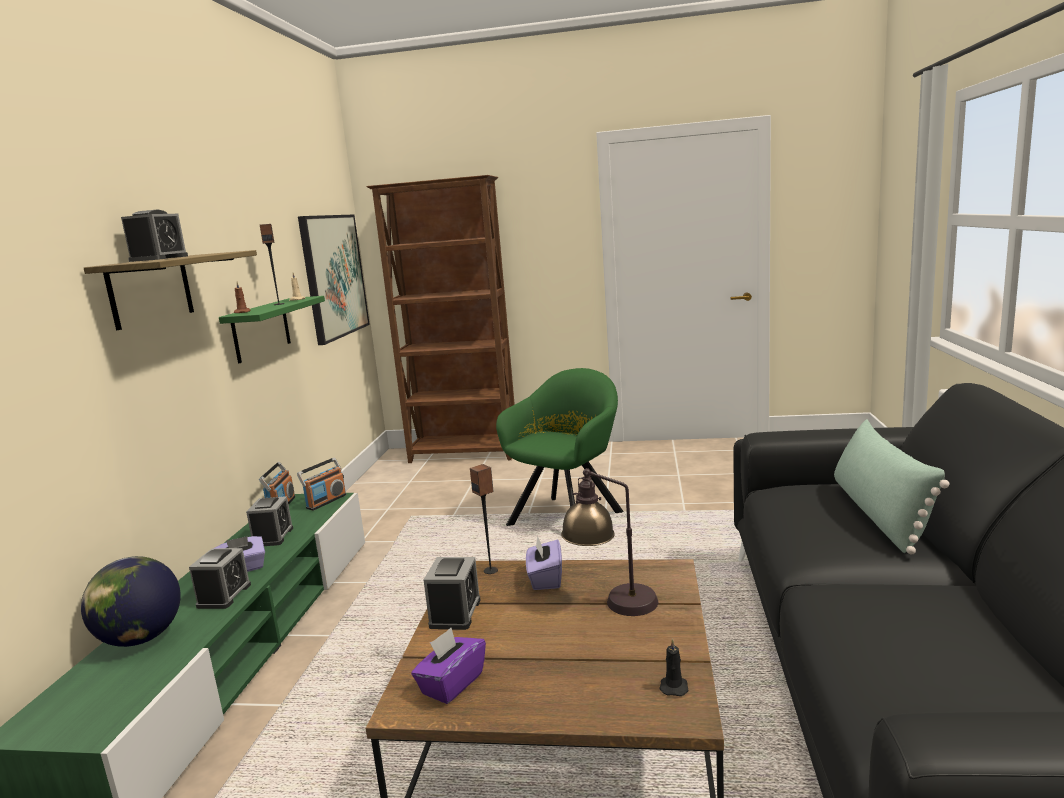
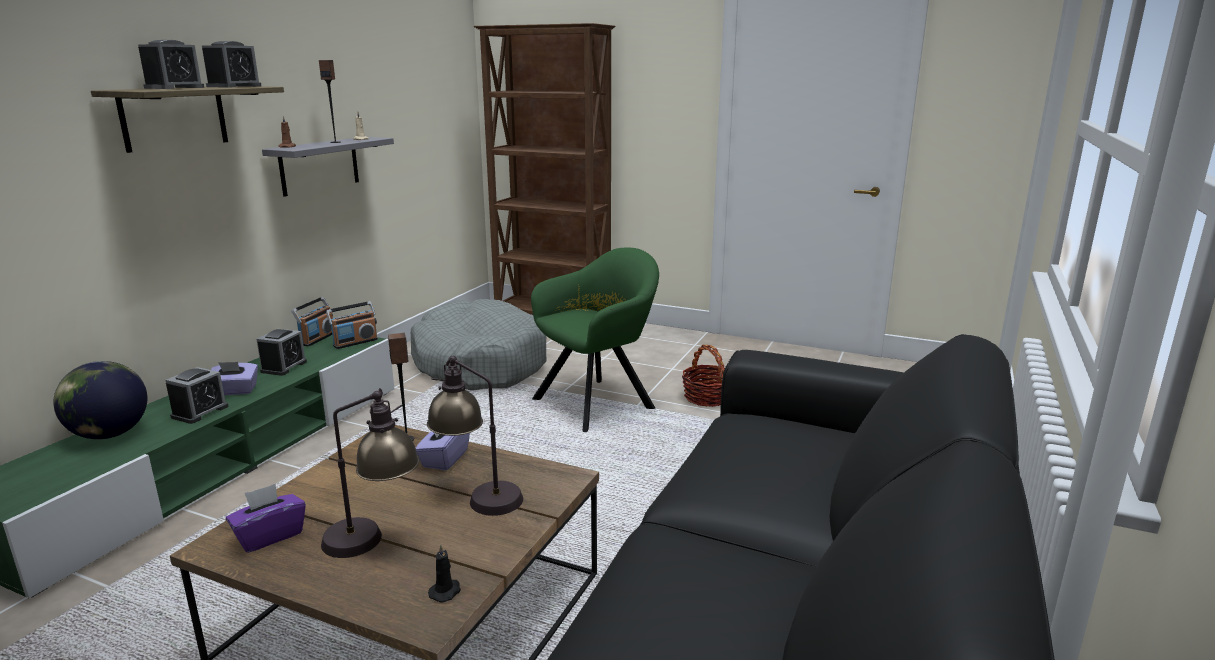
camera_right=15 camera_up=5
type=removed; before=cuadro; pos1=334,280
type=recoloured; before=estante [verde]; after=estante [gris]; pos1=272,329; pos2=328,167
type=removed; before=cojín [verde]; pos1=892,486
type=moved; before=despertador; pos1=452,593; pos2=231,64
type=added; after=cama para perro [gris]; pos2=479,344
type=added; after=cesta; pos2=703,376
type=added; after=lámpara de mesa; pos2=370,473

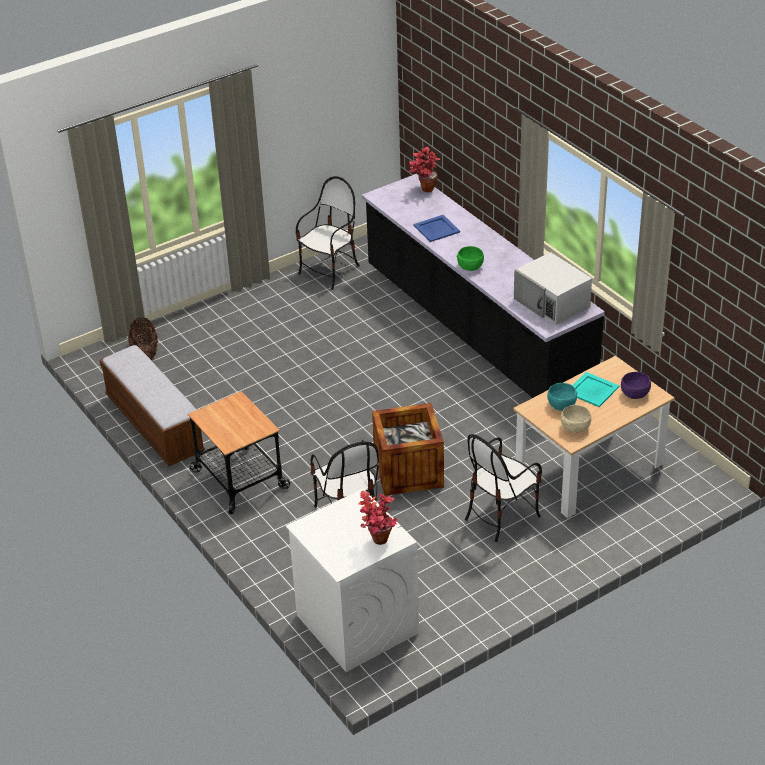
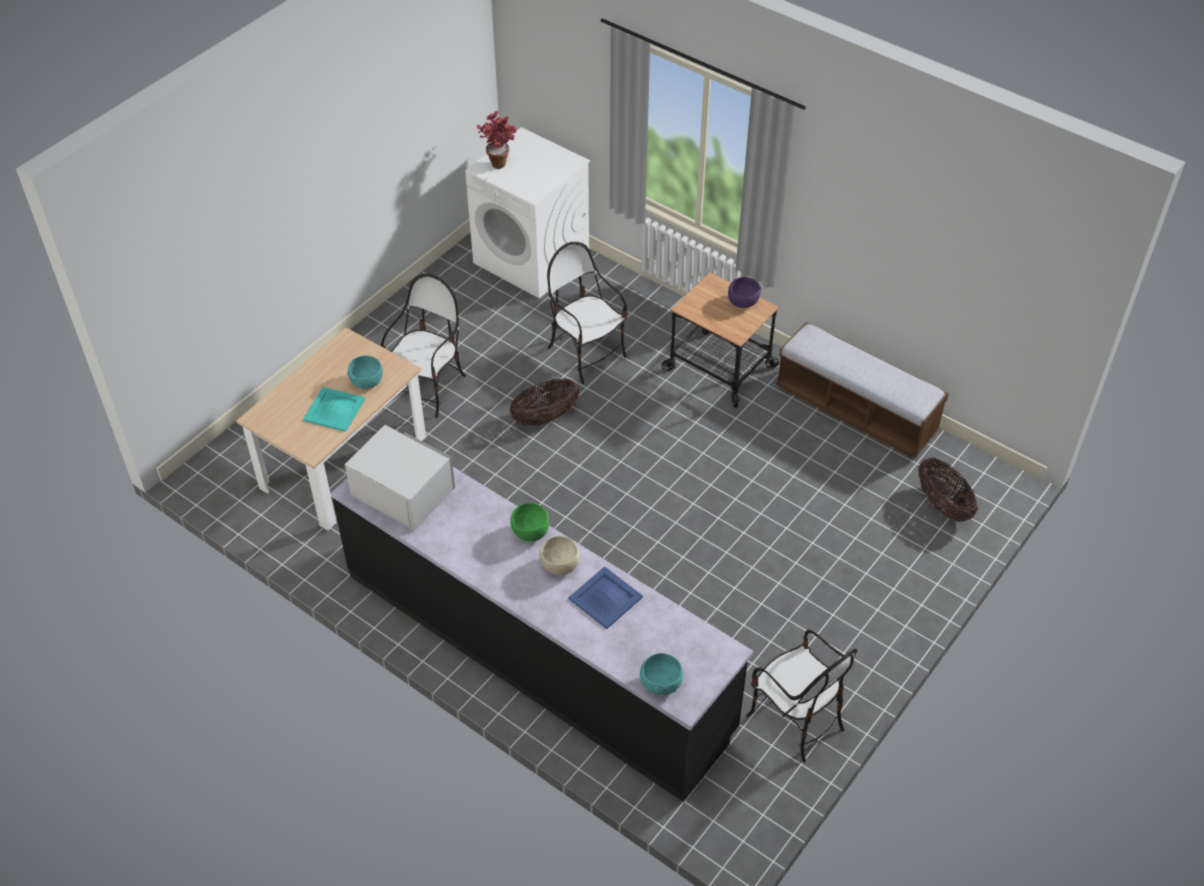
camera_right=160 camera_up=10
type=replaced; before=planta en maceta; after=cuenco [turquesa]; pos1=424,169; pos2=661,674
type=turned; before=silla; pos1=328,233; pos2=801,696; turn=-60
type=moved; before=cuenco [morado]; pos1=636,385; pos2=744,292
type=replaced; before=caja de embalaje; after=cesta; pos1=408,449; pos2=544,402
type=moved; before=cuenco [beis]; pos1=576,419; pos2=560,555

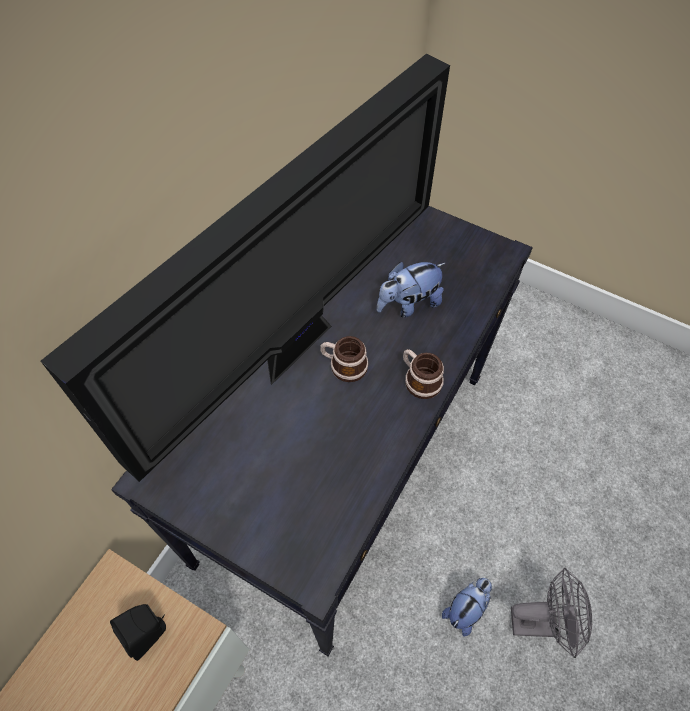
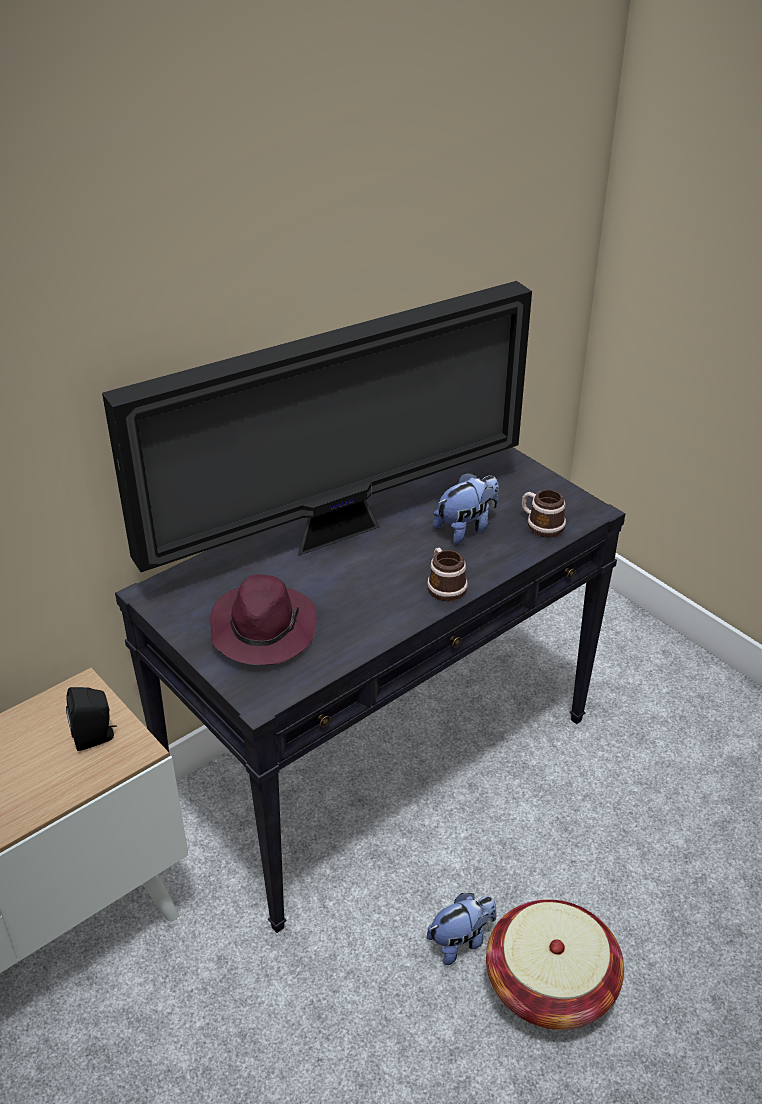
camera_right=20 camera_up=-20
type=turned; before=peluche; pos1=411,290; pos2=466,509; turn=150
type=moved; before=taza grande; pos1=344,359; pos2=544,514
type=replaced; before=ventilador [gris]; after=cesta; pos1=551,613; pos2=555,964
type=added; after=sombrero [morado]; pos2=263,619

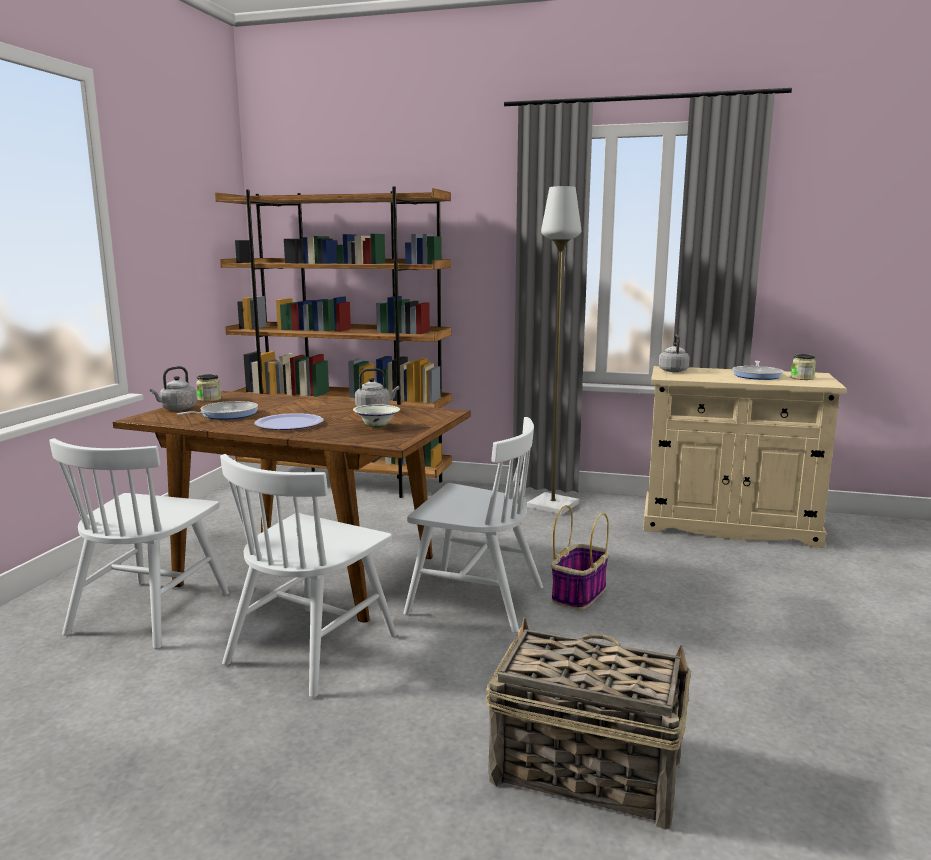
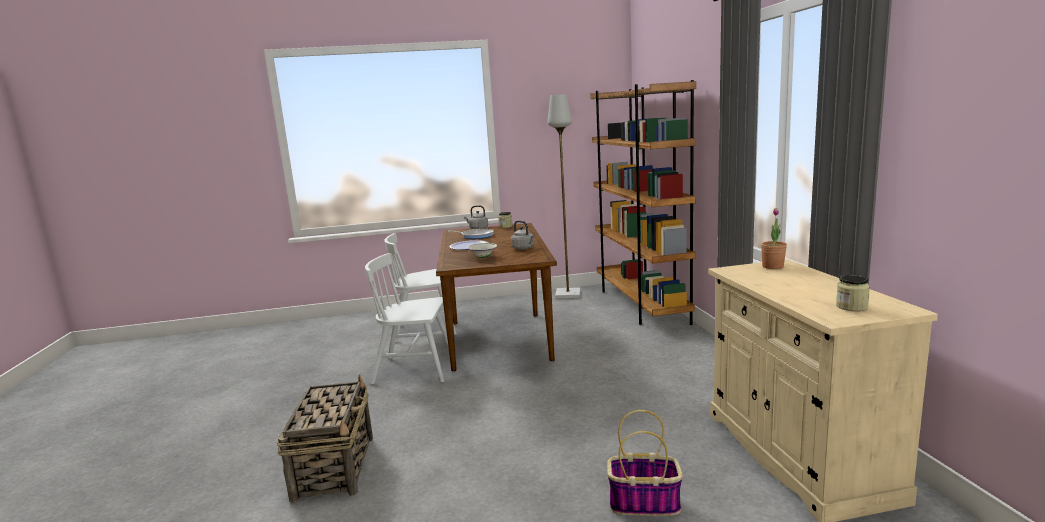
camera_right=65 camera_up=0
type=moved; before=lámpara de pie [gris]; pos1=554,350; pos2=564,196
type=replaced; before=hervidor [gris]; after=planta en maceta; pos1=674,353; pos2=774,238
type=removed; before=sartén; pos1=757,370
type=removed; before=silla [blanco]; pos1=473,525
type=moved; before=cesta; pos1=580,557; pos2=645,463

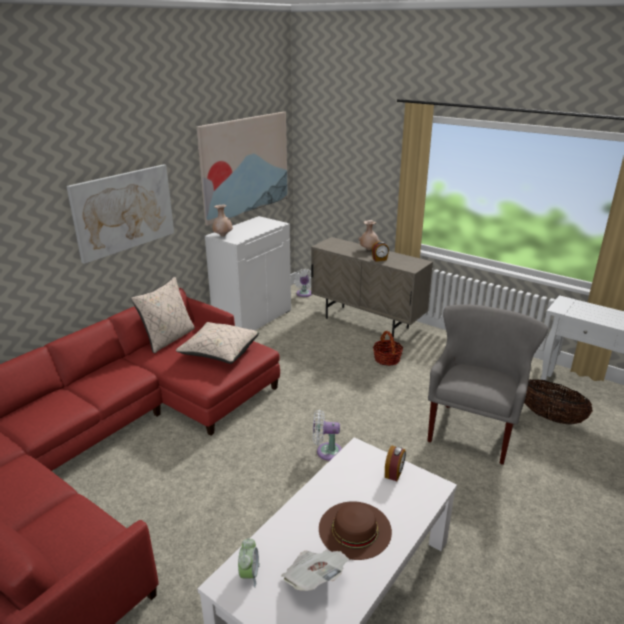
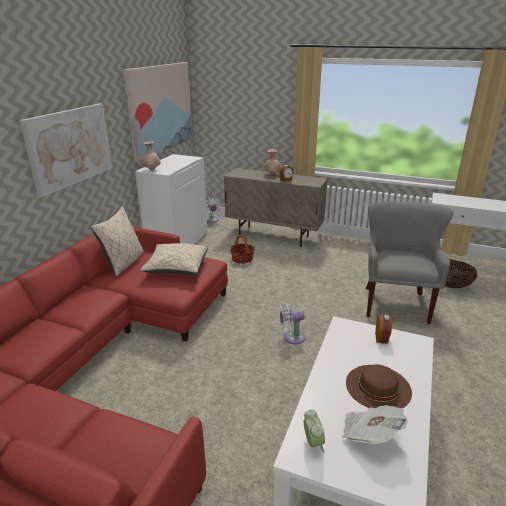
camera_right=-15 camera_up=0
type=moved; before=cesta; pos1=388,348; pos2=242,249

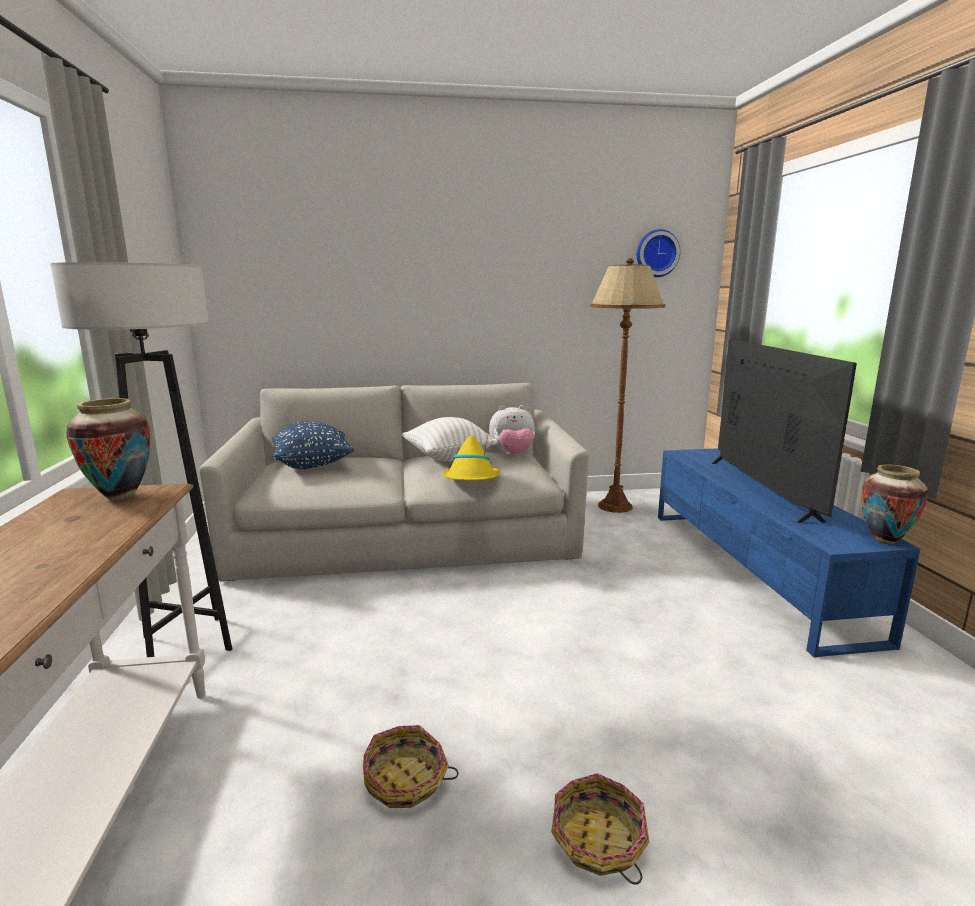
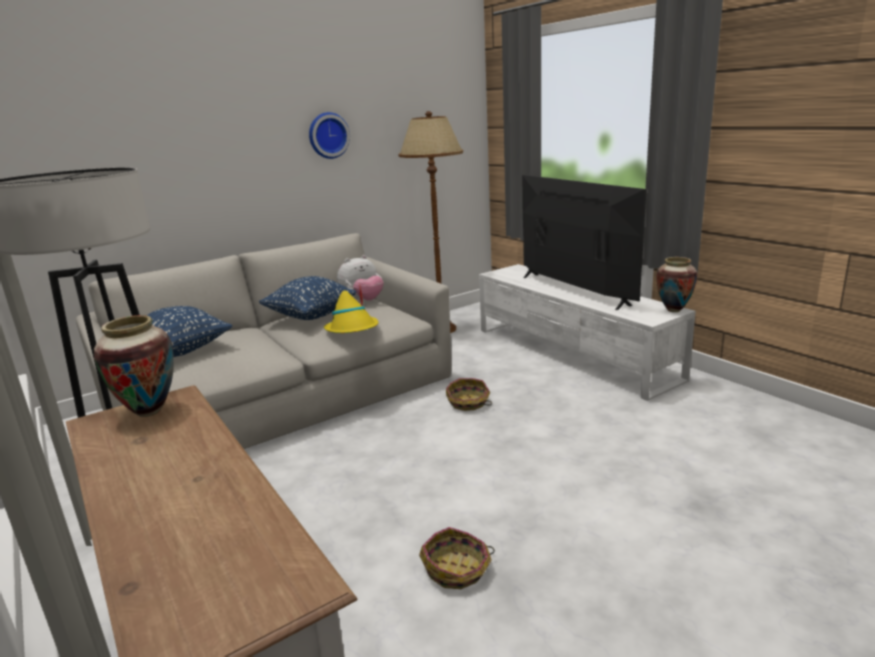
camera_right=-25 camera_up=5
type=moved; before=reloj de pared; pos1=658,253; pos2=329,135
type=recoloured; before=cojín [blanco]; after=cojín [azul]; pos1=450,439; pos2=308,298
type=recoloured; before=mueble de televisión [azul]; after=mueble de televisión [blanco]; pos1=789,553; pos2=587,332
type=moved; before=cesta; pos1=600,829; pos2=469,394

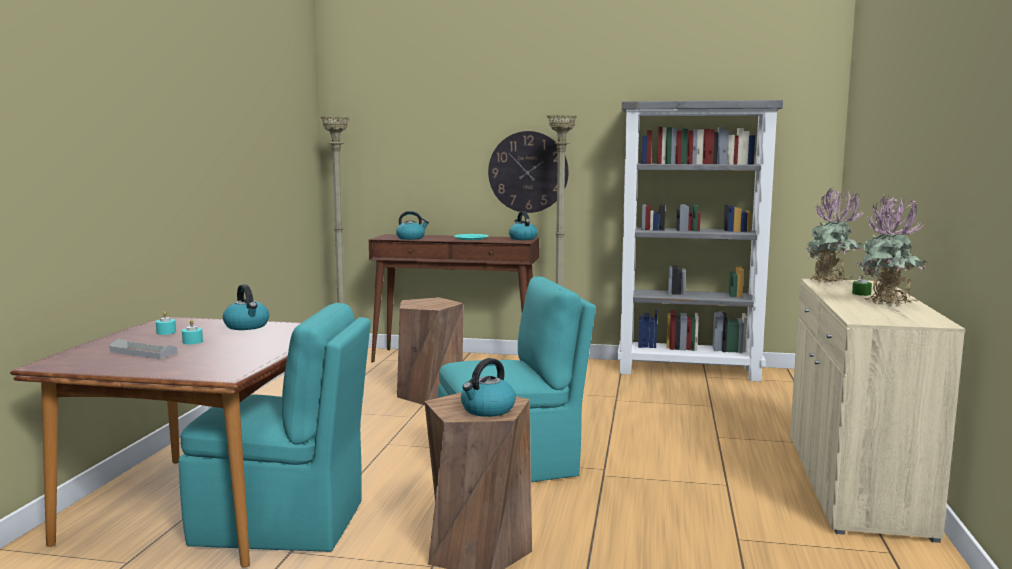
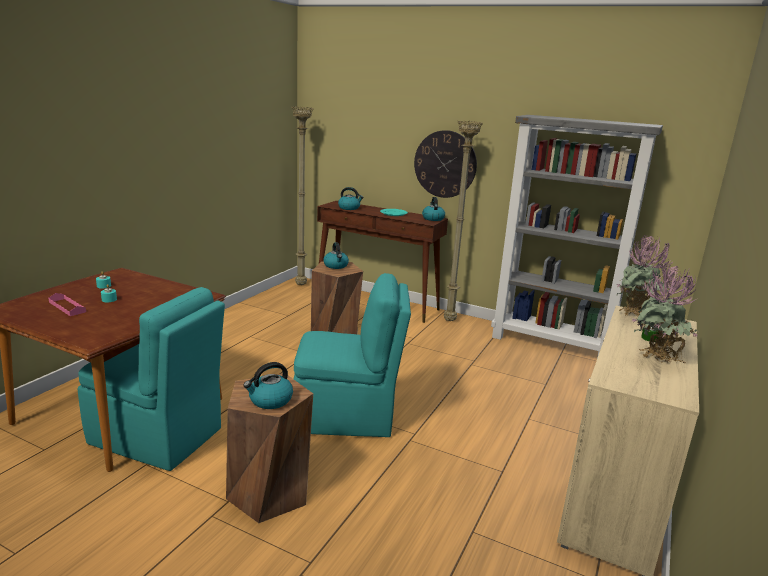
camera_right=15 camera_up=10
type=moved; before=hervidor; pos1=246,307; pos2=336,255
type=recoloured; before=bandeja [gris]; after=bandeja [rosa]; pos1=143,349; pos2=67,304

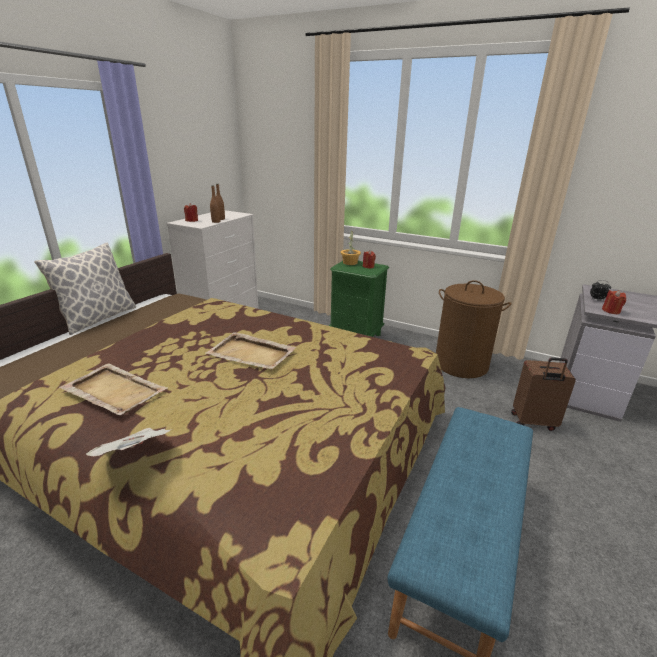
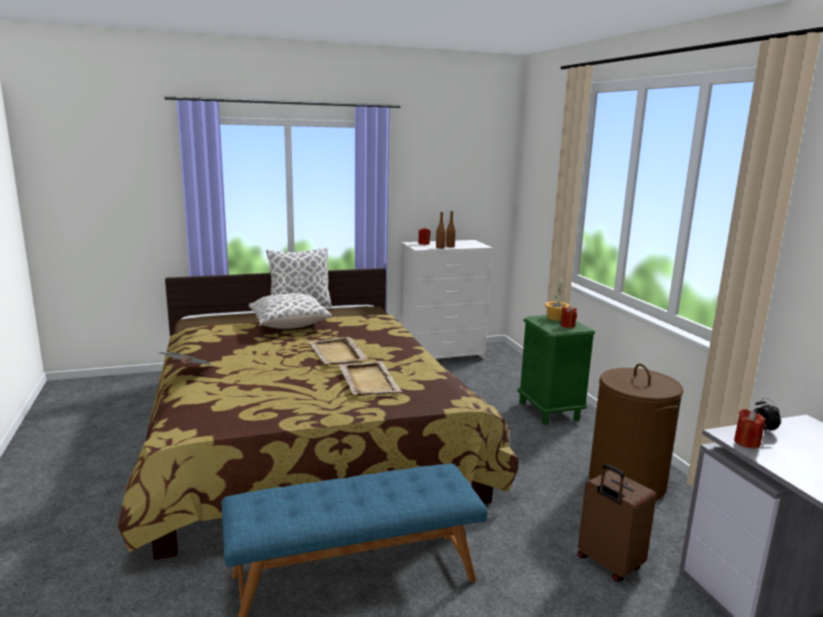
camera_right=45 camera_up=-10
type=moved; before=bandeja [beis]; pos1=113,389; pos2=370,378
type=added; after=cojín; pos2=290,311

